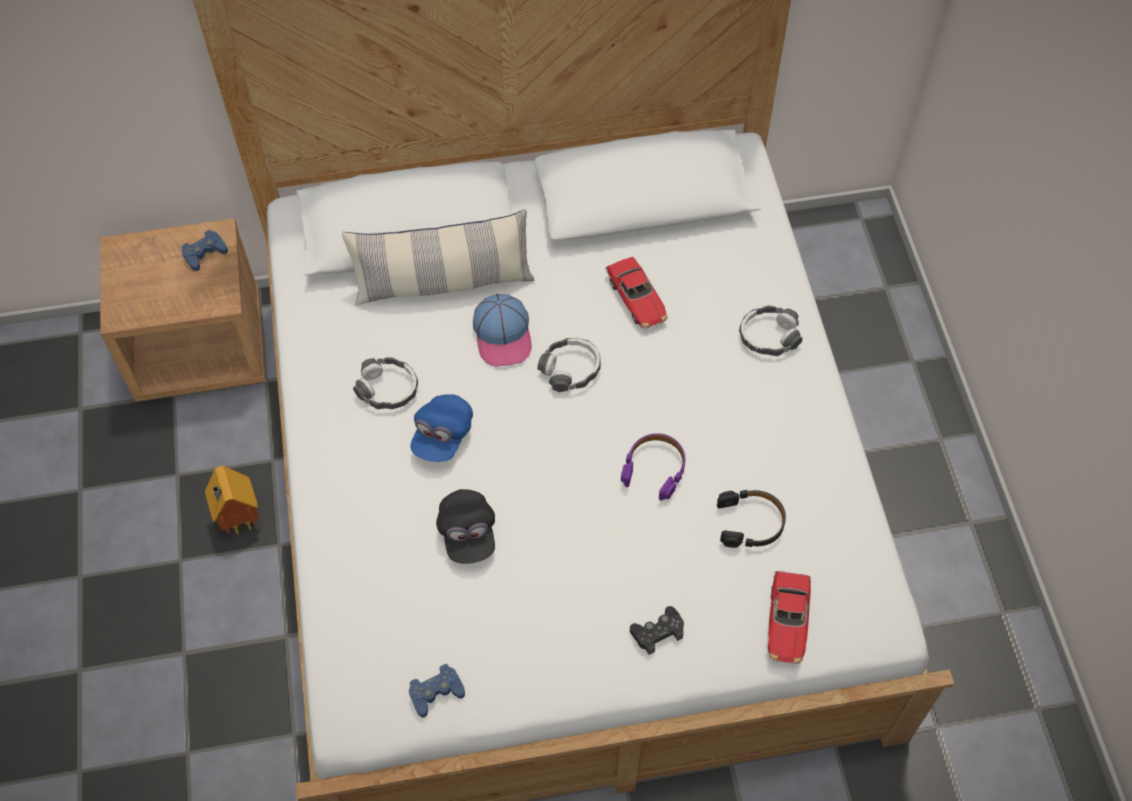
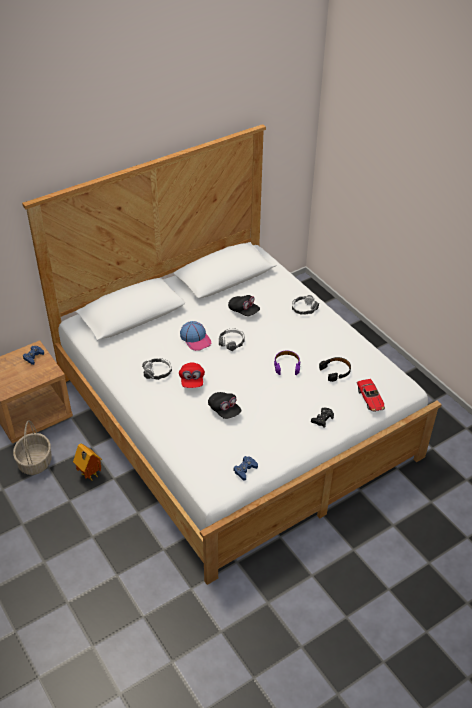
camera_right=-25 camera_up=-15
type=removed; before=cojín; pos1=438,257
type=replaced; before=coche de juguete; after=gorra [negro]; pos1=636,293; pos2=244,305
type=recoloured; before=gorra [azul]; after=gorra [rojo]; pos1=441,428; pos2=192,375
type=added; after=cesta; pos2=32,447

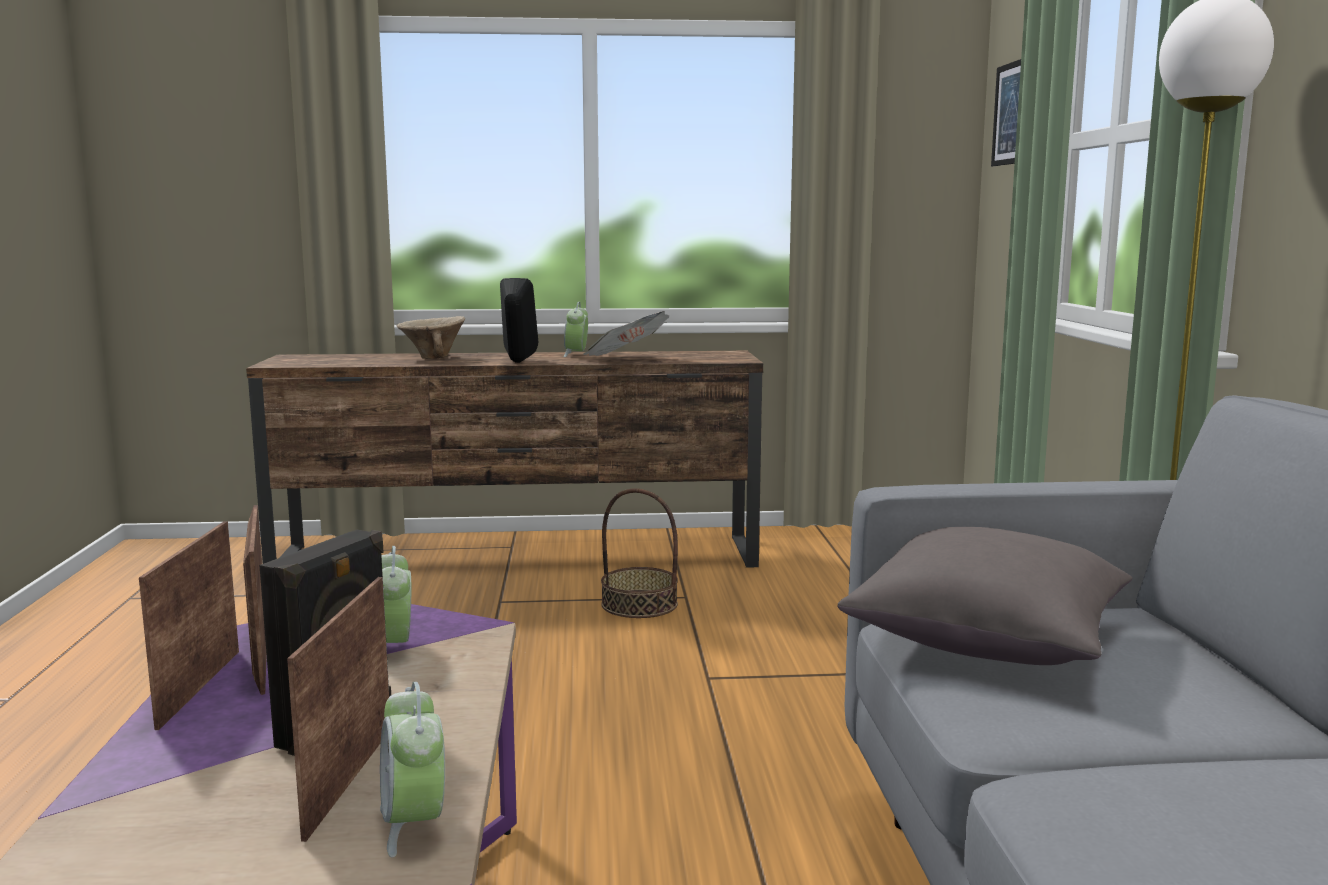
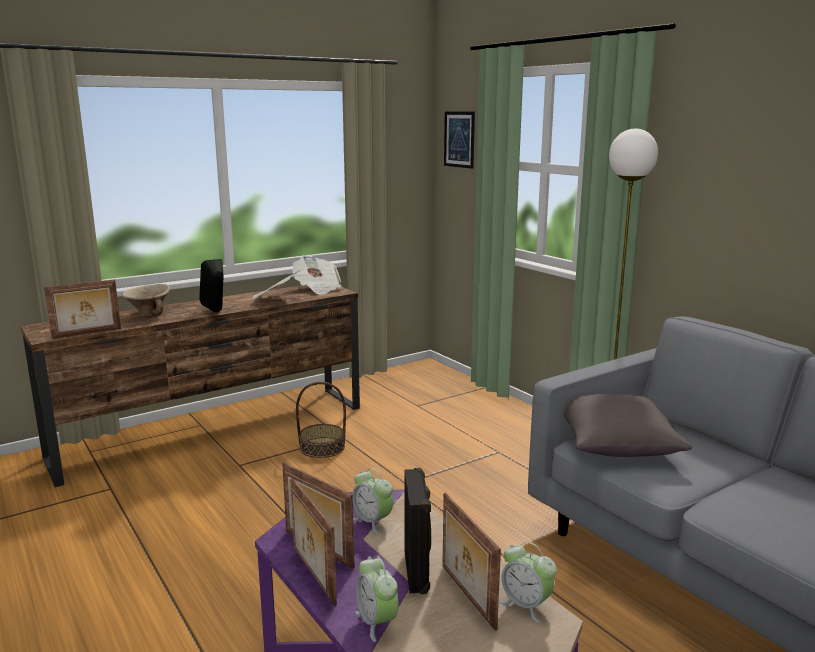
camera_right=-30 camera_up=5
type=moved; before=despertador; pos1=575,329; pos2=376,599
type=added; after=periódico; pos2=317,275
type=added; after=portarretratos; pos2=82,309

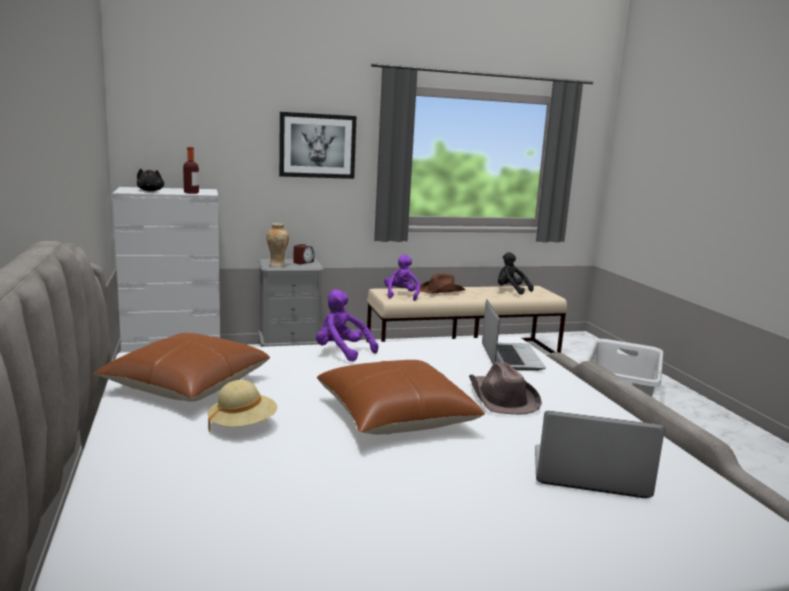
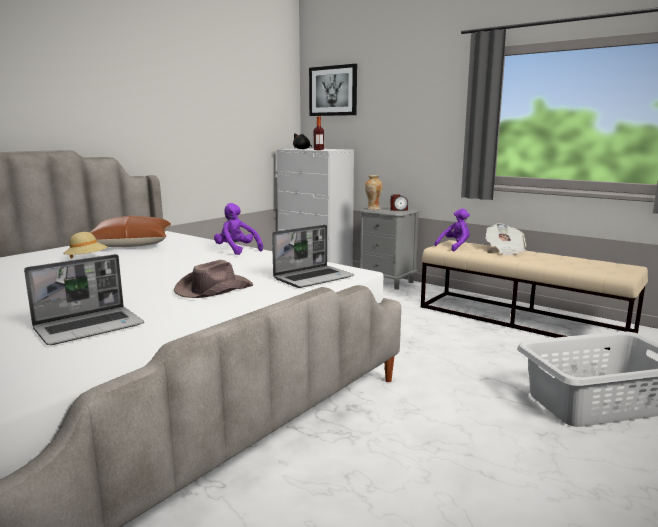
camera_right=55 camera_up=0
type=moved; before=cuadro; pos1=318,145; pos2=333,90
type=removed; before=peluche [negro]; pos1=516,273
type=replaced; before=sombrero [marrón]; after=periódico; pos1=442,283; pos2=505,239
type=turned; before=peluche [morado]; pos1=347,325; pos2=238,229; turn=-45
type=removed; before=cojín [marrón]; pos1=401,397
type=turned; before=portátil; pos1=600,454; pos2=84,299; turn=75

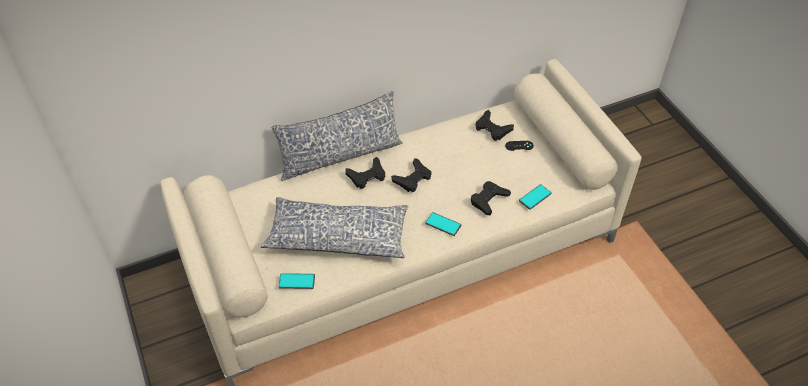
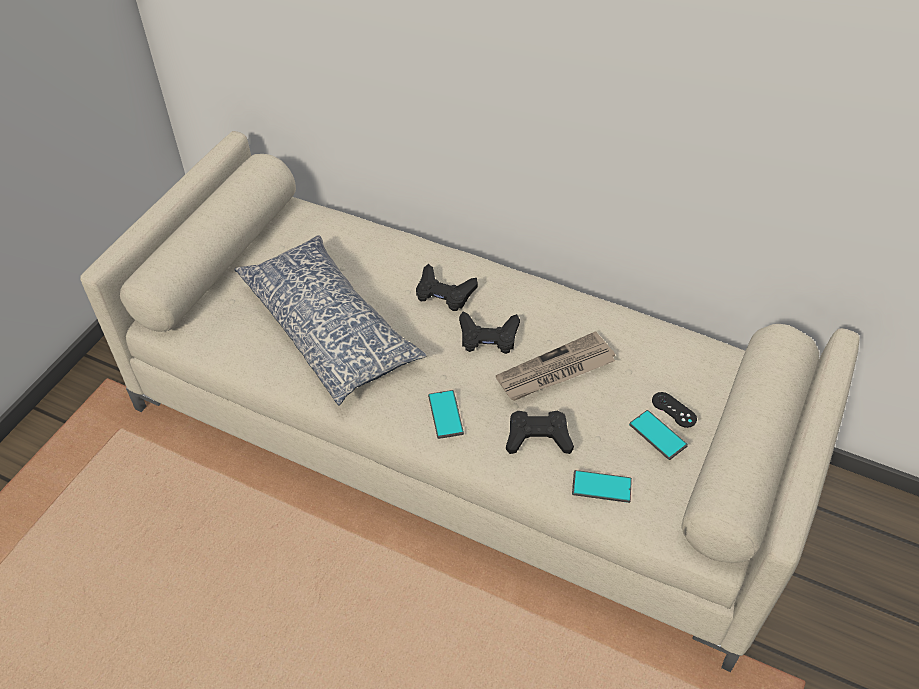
camera_right=50 camera_up=0
type=removed; before=cojín; pos1=337,136
type=removed; before=mando de consola [negro]; pos1=494,125
type=moved; before=móvil; pos1=297,281; pos2=658,435
type=added; after=periódico; pos2=555,366

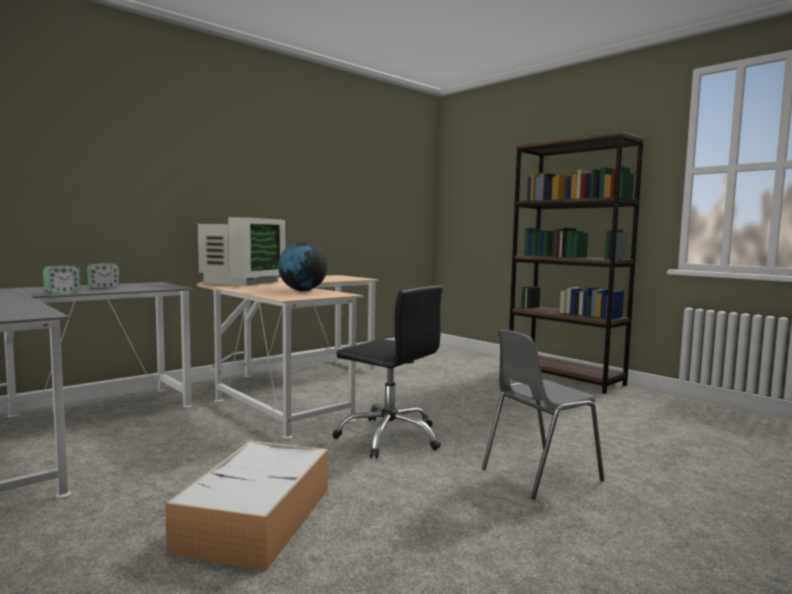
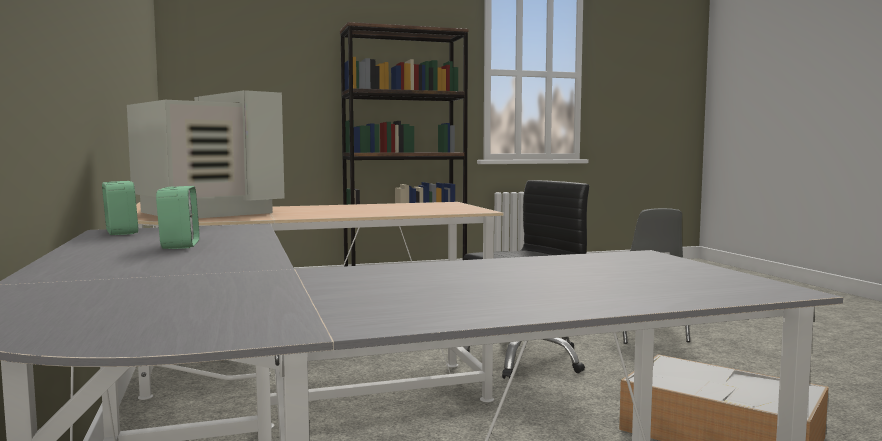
camera_right=-65 camera_up=0
type=removed; before=globo terráqueo; pos1=303,266
type=moved; before=despertador; pos1=62,280; pos2=120,208

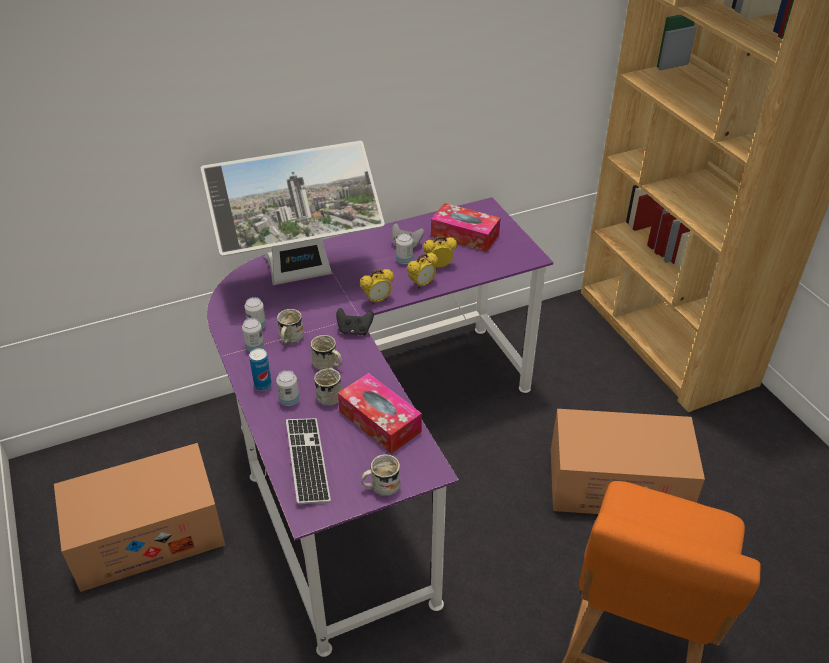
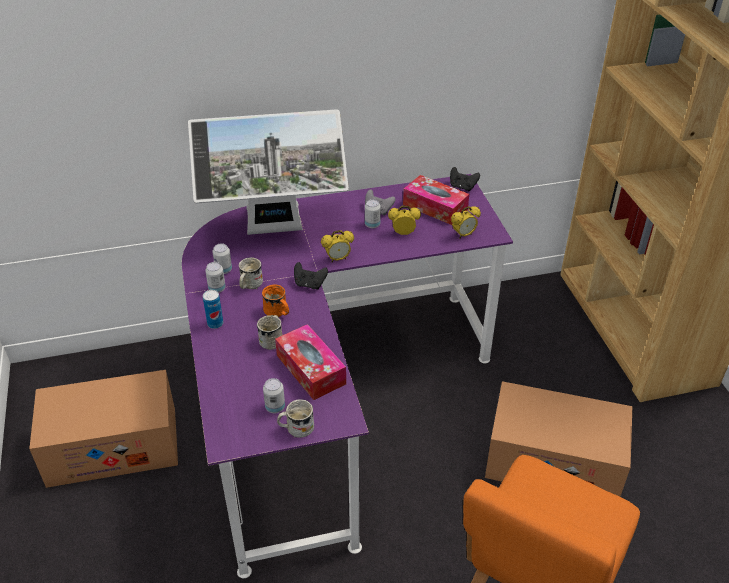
camera_right=10 camera_up=0
type=moved; before=despertador; pos1=422,271; pos2=466,222
type=recoloured; before=taza grande [blanco]; after=taza grande [naranja]; pos1=326,352; pos2=275,300
type=moved; before=lata; pos1=287,388; pos2=274,395
type=removed; before=teclado; pos1=308,461
type=added; after=mando de consola [negro]; pos2=465,179

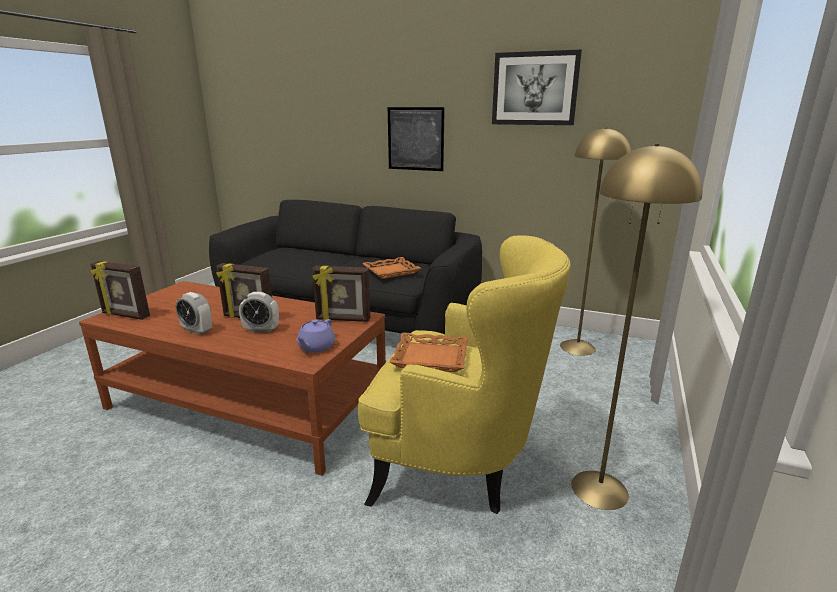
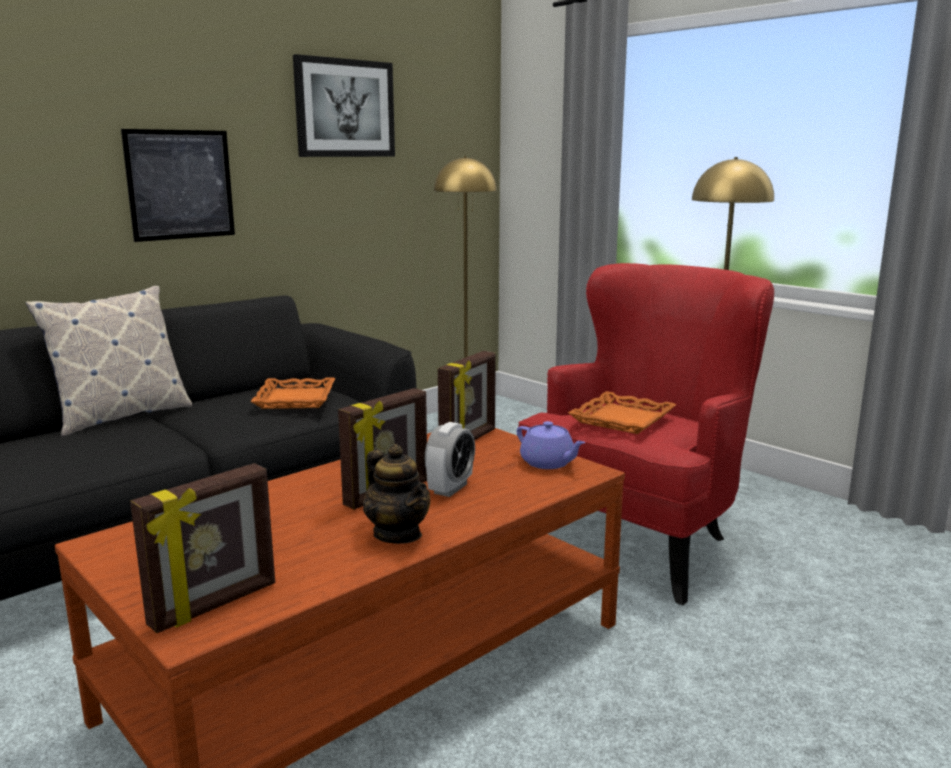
camera_right=-65 camera_up=-5
type=recoloured; before=sillón [amarillo]; after=sillón [rojo]; pos1=464,375; pos2=646,434
type=replaced; before=despertador; after=tetera; pos1=194,313; pos2=396,494
type=added; after=cojín; pos2=109,361

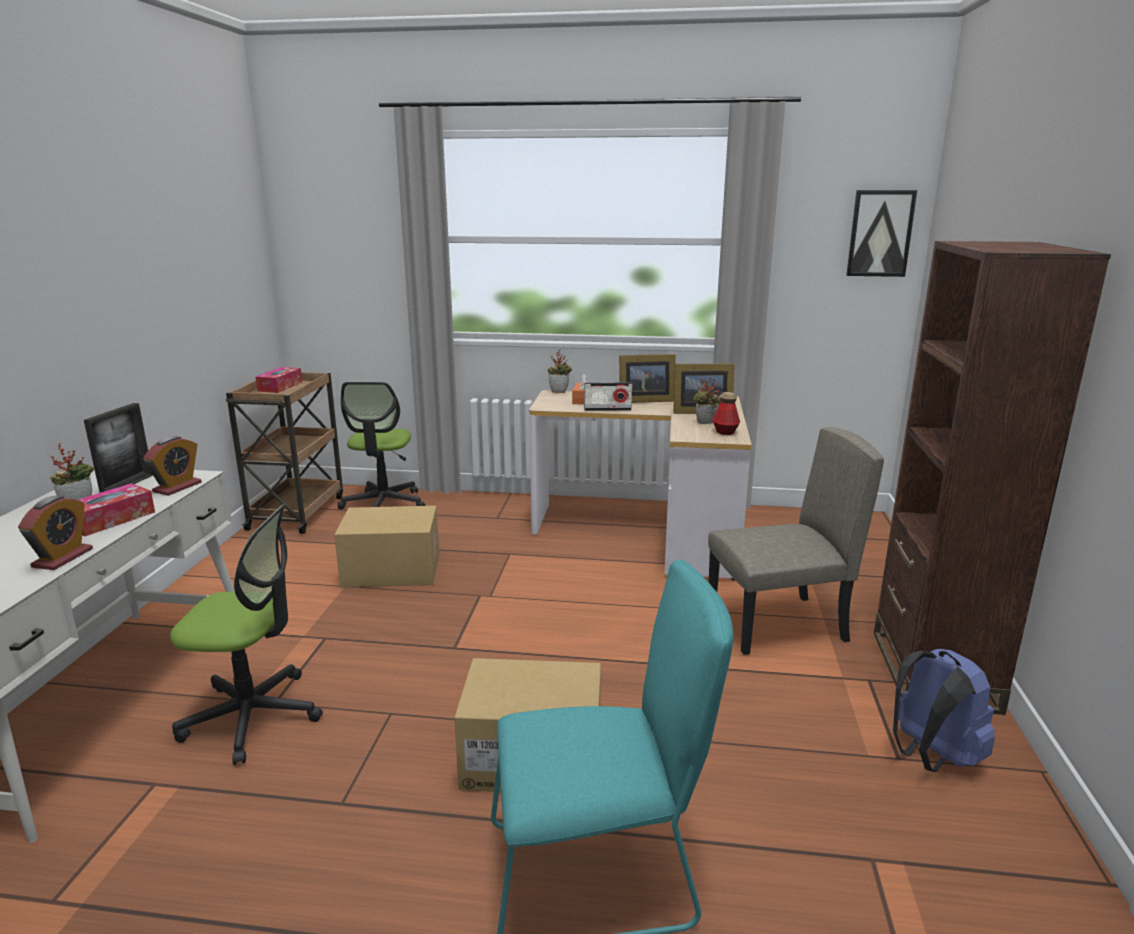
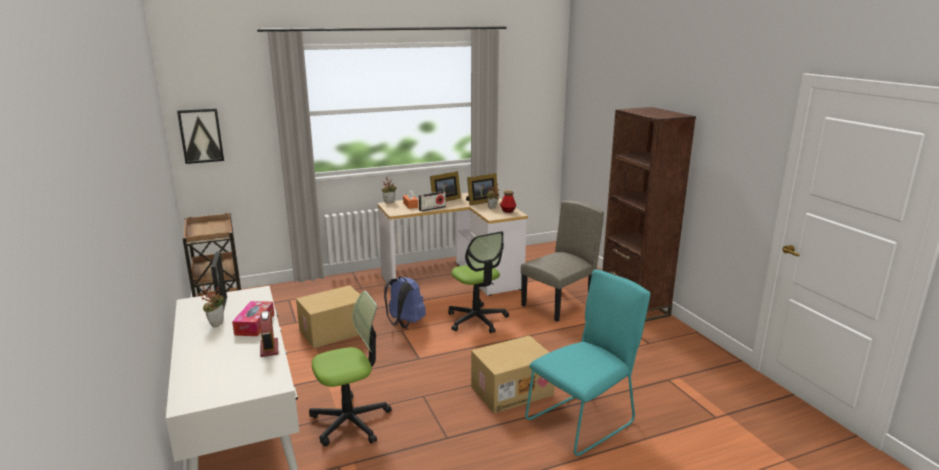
camera_right=-30 camera_up=0
type=moved; before=cuadro; pos1=881,233; pos2=200,136
type=removed; before=caja de pañuelos; pos1=279,380
type=moved; before=silla de oficina; pos1=381,445; pos2=478,282
type=removed; before=despertador; pos1=172,466
type=moved; before=mochila [azul]; pos1=944,710; pos2=405,302

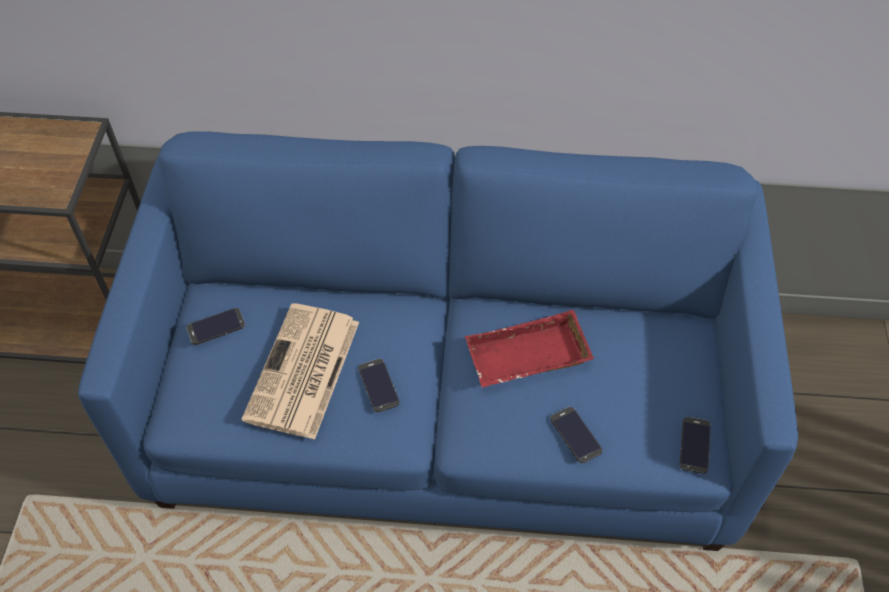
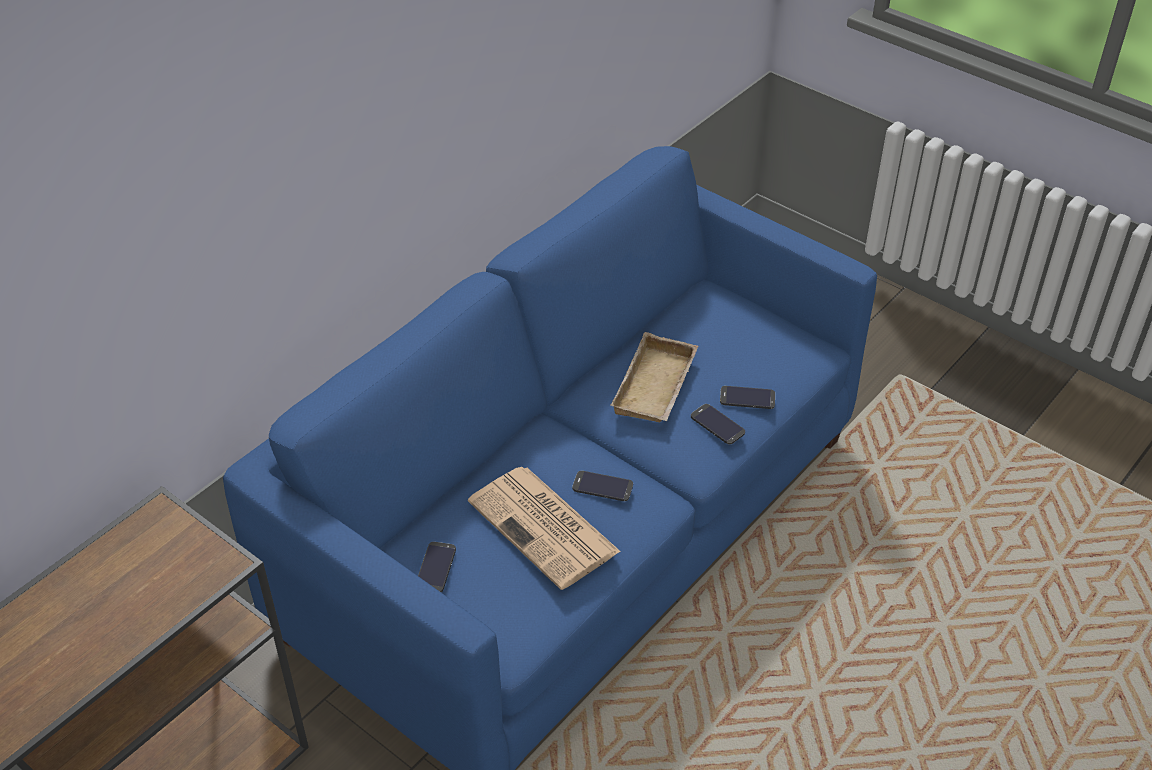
camera_right=-55 camera_up=-10
type=recoloured; before=bandeja [rojo]; after=bandeja [beis]; pos1=529,348; pos2=654,377
type=moved; before=móvil; pos1=695,445; pos2=718,424

